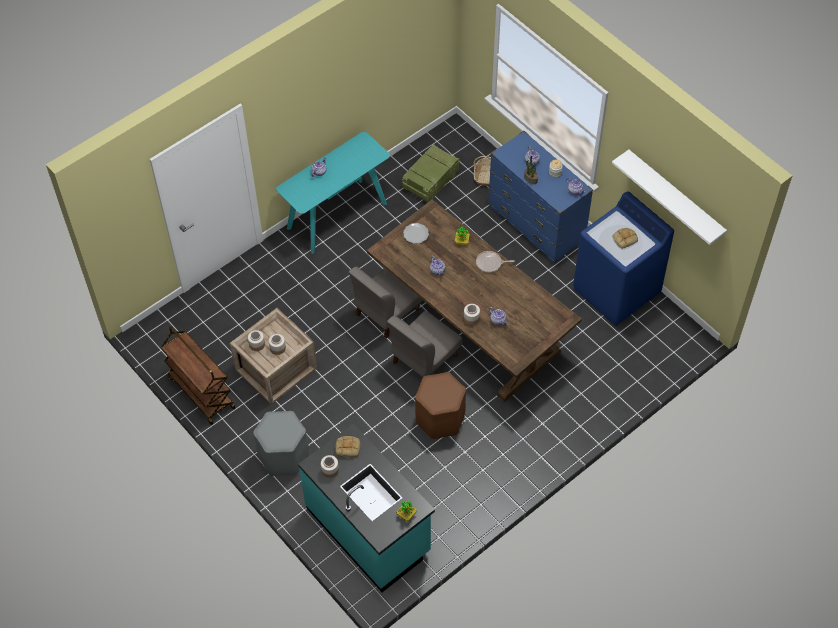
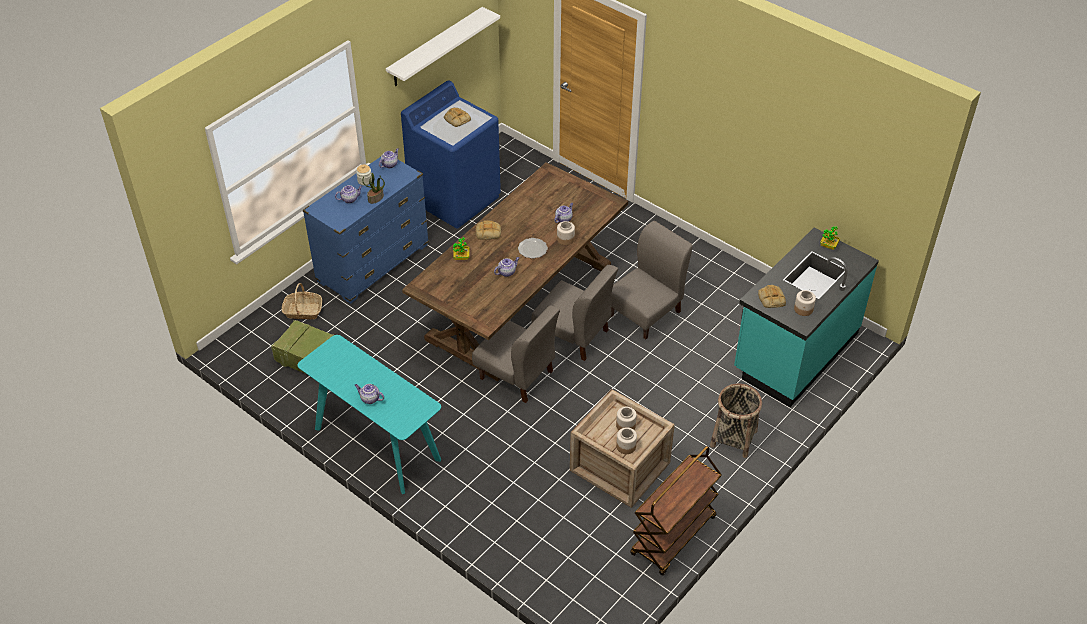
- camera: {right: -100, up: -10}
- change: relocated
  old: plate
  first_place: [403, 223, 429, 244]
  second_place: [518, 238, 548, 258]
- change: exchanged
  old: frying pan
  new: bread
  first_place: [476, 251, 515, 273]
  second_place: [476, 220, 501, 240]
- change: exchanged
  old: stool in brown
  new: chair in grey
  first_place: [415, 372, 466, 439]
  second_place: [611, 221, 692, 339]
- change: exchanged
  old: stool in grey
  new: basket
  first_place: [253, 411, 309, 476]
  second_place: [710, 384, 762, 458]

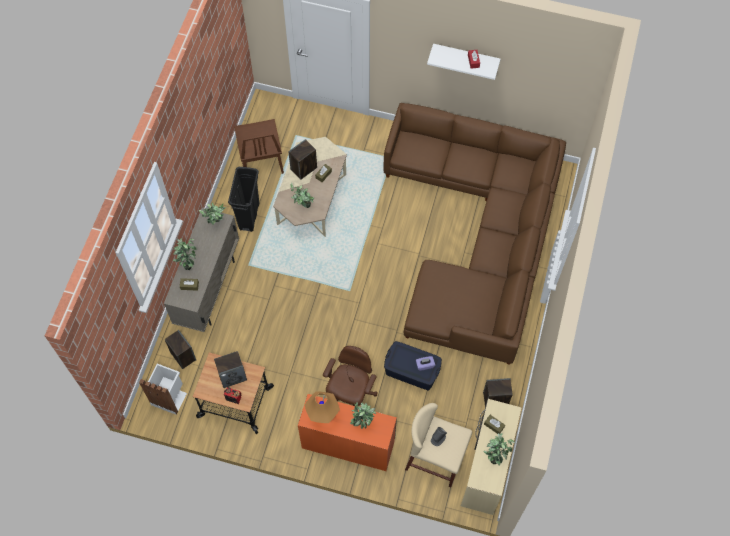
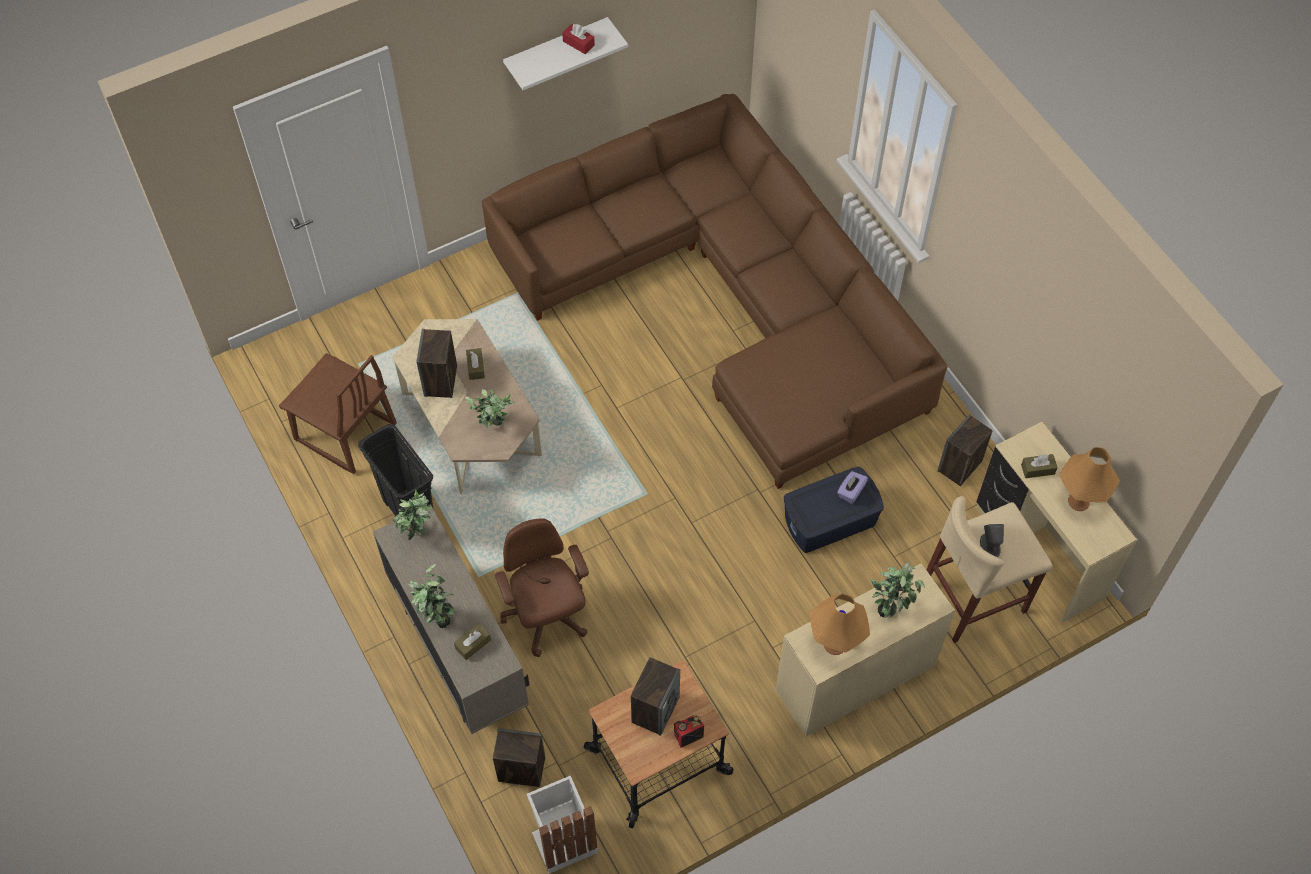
- camera: {right: -45, up: -5}
- change: relocated
  old: office chair in brown
  first_place: [323, 346, 377, 406]
  second_place: [495, 518, 589, 657]
- change: colour
  old: desk in orange
  new: desk in beige
  first_place: [298, 394, 397, 471]
  second_place: [775, 563, 955, 737]
- change: exchanged
  old: potted plant
  new: table lamp in orange
  first_place: [483, 433, 515, 466]
  second_place: [1059, 447, 1120, 511]

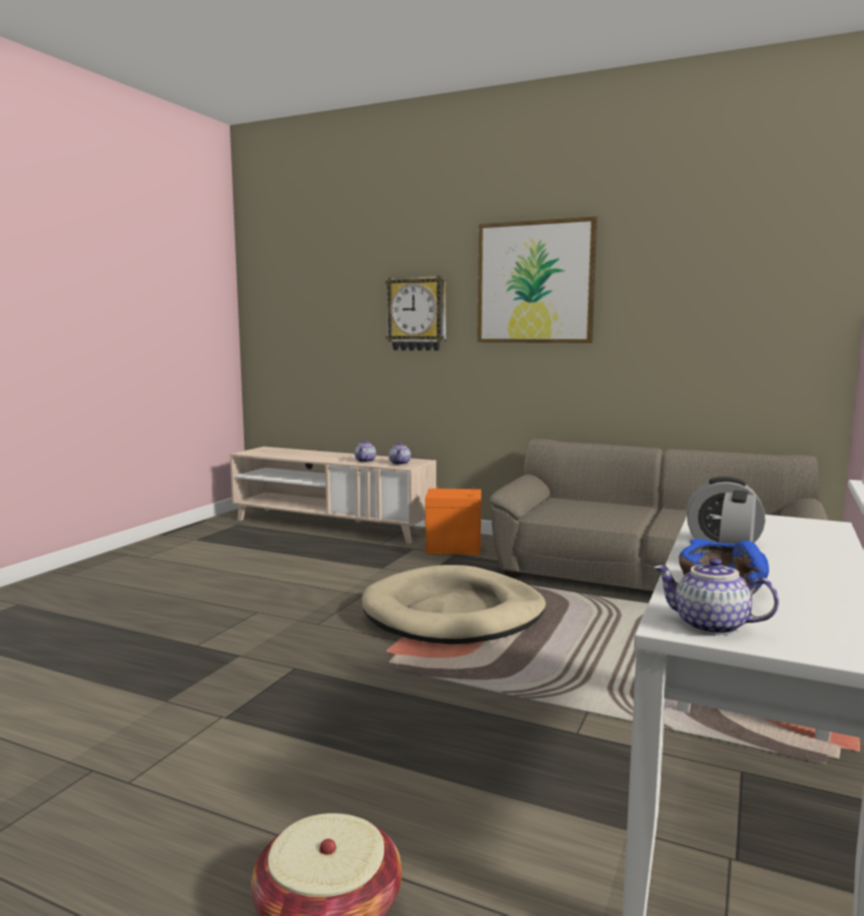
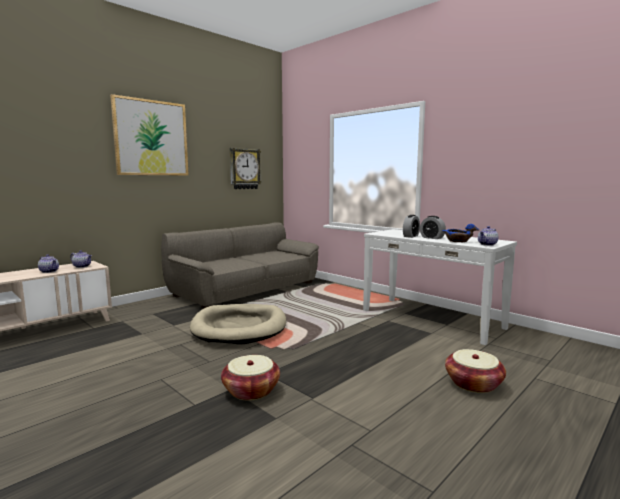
- camera: {right: -70, up: 0}
- change: relocated
  old: wall clock
  first_place: [385, 276, 446, 351]
  second_place: [230, 148, 262, 189]
- change: missing
  old: speaker in orange
  first_place: [425, 486, 481, 555]
- change: appeared
  new: basket
  second_place: [221, 355, 280, 401]

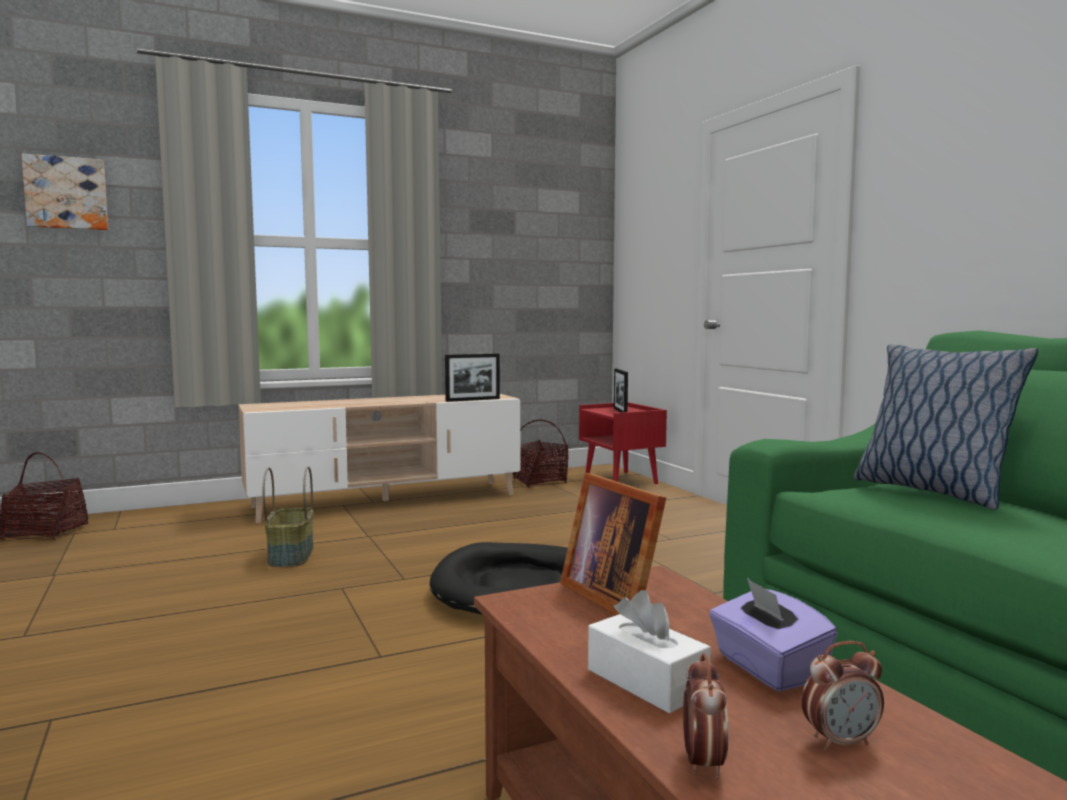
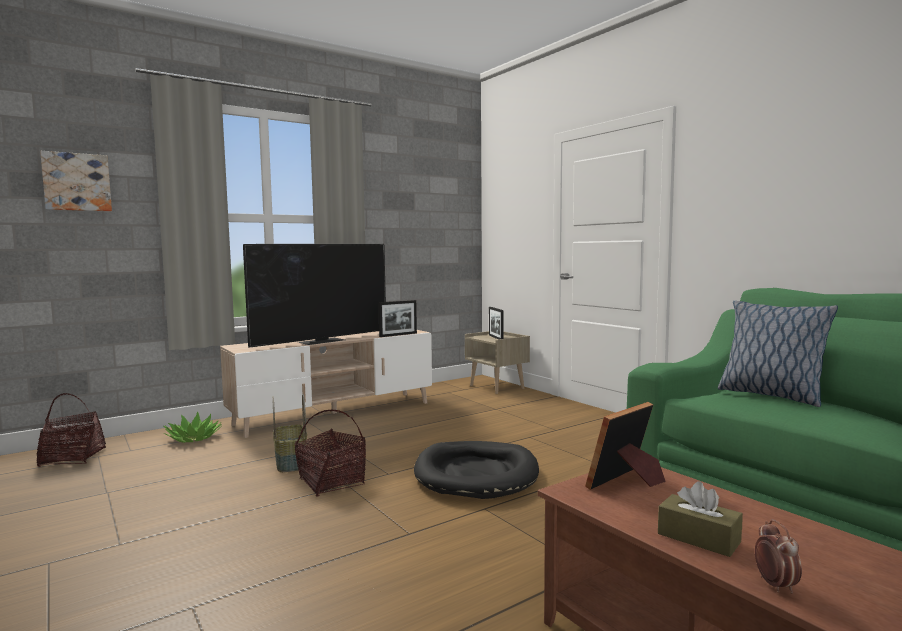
- camera: {right: -10, up: 0}
- change: colour
  old: nightstand in red
  new: nightstand in beige
  first_place: [579, 402, 667, 484]
  second_place: [465, 331, 530, 394]
- change: relocated
  old: basket
  first_place: [512, 420, 569, 488]
  second_place: [295, 410, 366, 497]
- change: spun
  old: picture frame
  first_place: [560, 473, 666, 615]
  second_place: [585, 402, 666, 490]
  degrees: 90
- change: missing
  old: tissue box in purple
  first_place: [709, 578, 838, 692]
- change: colour
  old: tissue box in white
  new: tissue box in brown
  first_place: [588, 590, 711, 713]
  second_place: [658, 482, 743, 557]
- change: missing
  old: alarm clock
  first_place: [801, 641, 884, 751]
- change: appeared
  new: television
  second_place: [243, 244, 386, 348]
- change: appeared
  new: potted plant
  second_place: [164, 411, 222, 443]

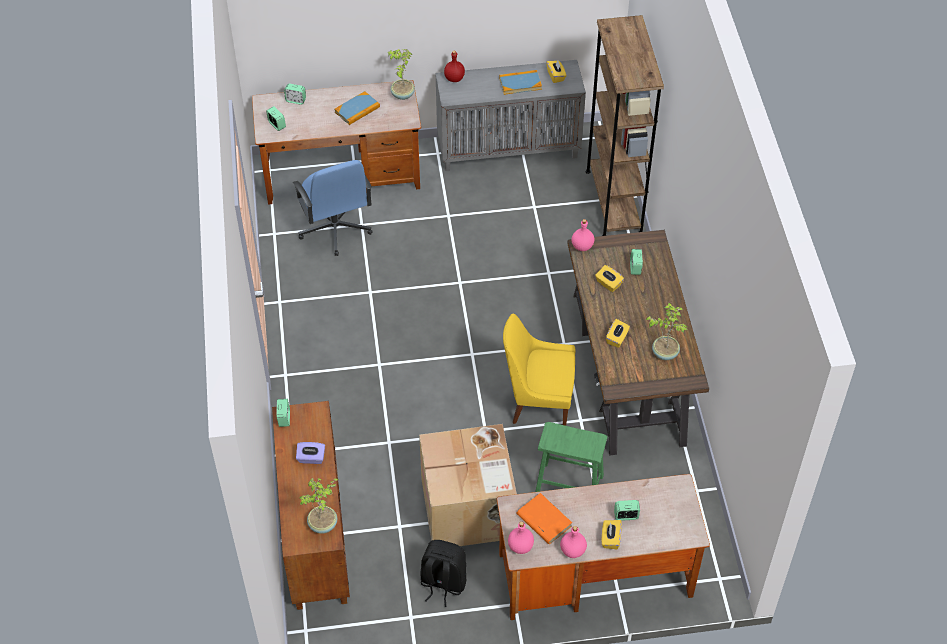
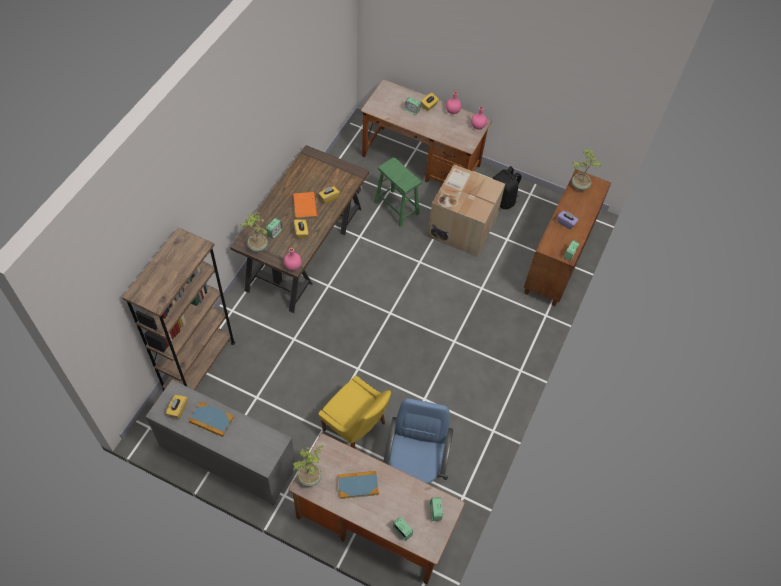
- camera: {right: -150, up: 5}
- change: missing
  old: bottle in red
  first_place: [444, 51, 465, 82]
- change: relocated
  old: potted plant
  first_place: [646, 303, 688, 360]
  second_place: [240, 212, 268, 252]
- change: relocated
  old: chair in yellow
  first_place: [503, 313, 575, 426]
  second_place: [318, 376, 391, 449]
- change: relocated
  old: book in orange
  first_place: [516, 493, 572, 544]
  second_place: [293, 192, 317, 220]

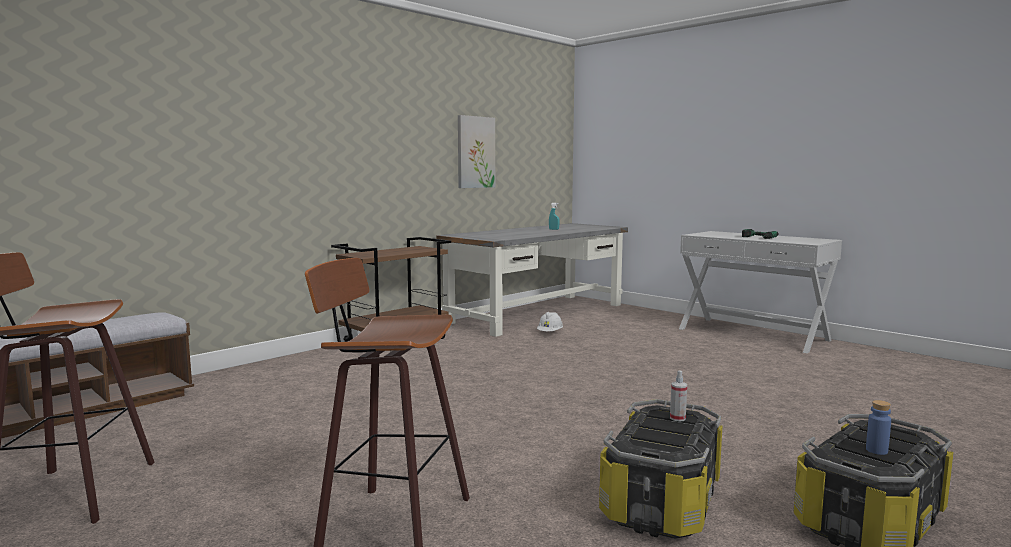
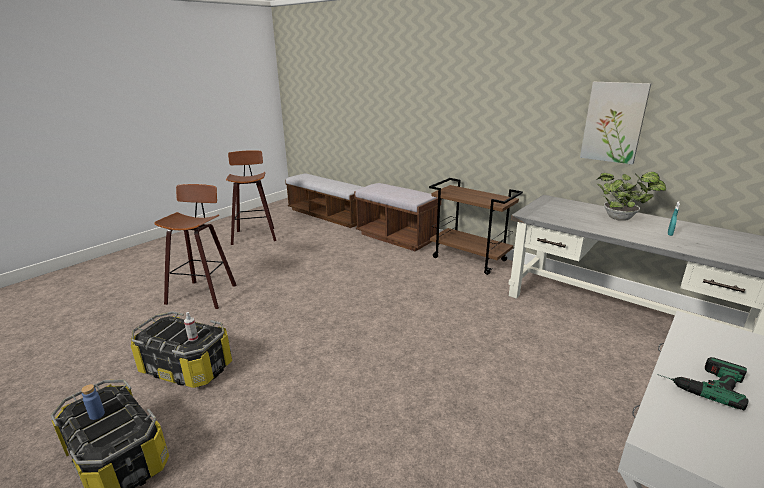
- camera: {right: 85, up: 15}
- change: missing
  old: hard hat in white
  first_place: [537, 312, 563, 331]
- change: appeared
  new: potted plant
  second_place: [597, 172, 666, 221]
- change: appeared
  new: bench in brown
  second_place: [354, 183, 441, 251]

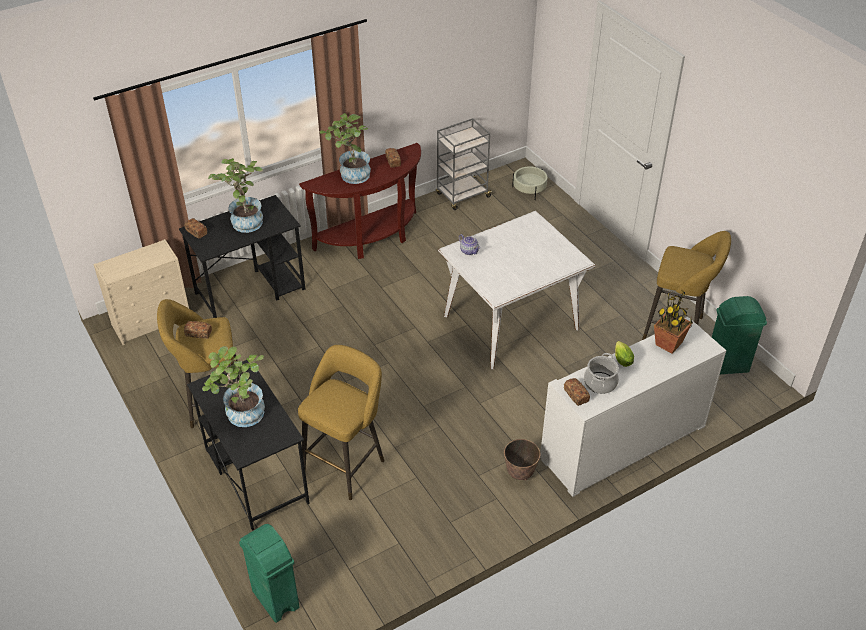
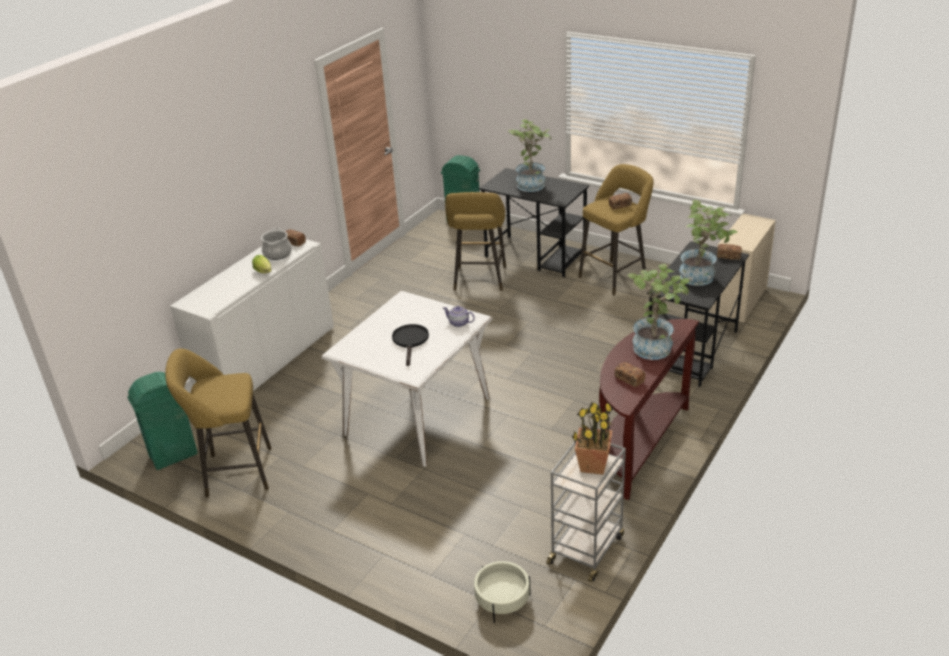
- camera: {right: 155, up: -10}
- change: relocated
  old: potted plant
  first_place: [654, 289, 693, 354]
  second_place: [572, 402, 614, 475]
- change: missing
  old: planter
  first_place: [504, 439, 541, 481]
- change: appeared
  new: frying pan in black
  second_place: [392, 324, 429, 366]

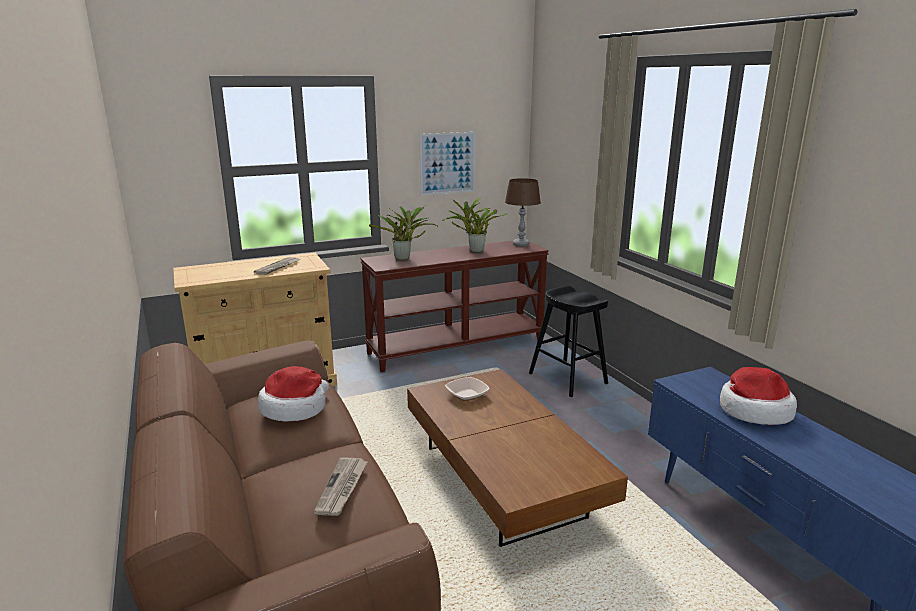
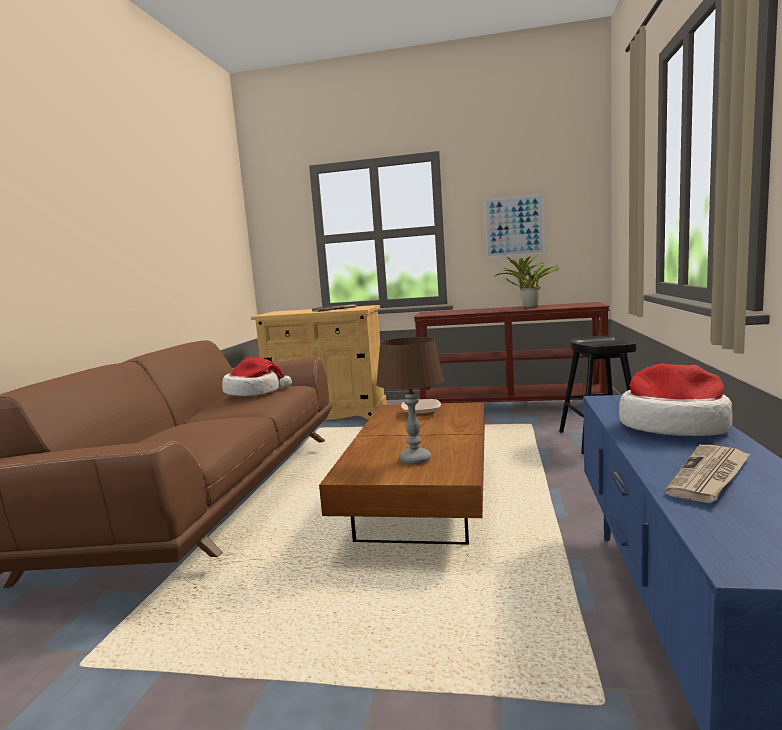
- camera: {right: 35, up: -10}
- change: relocated
  old: table lamp in brown
  first_place: [505, 178, 541, 246]
  second_place: [376, 337, 444, 465]
- change: missing
  old: potted plant
  first_place: [369, 206, 437, 260]
- change: relocated
  old: newspaper
  first_place: [314, 458, 368, 516]
  second_place: [665, 445, 751, 503]

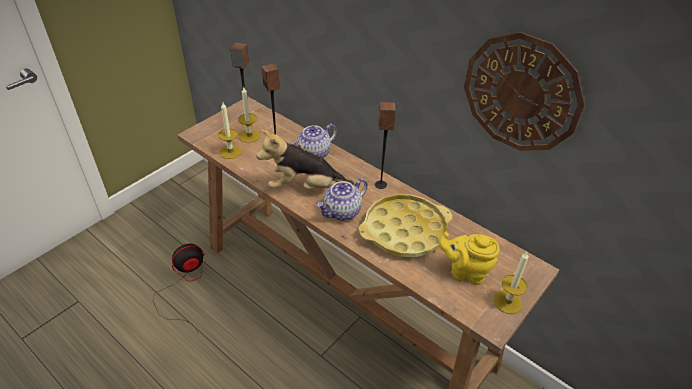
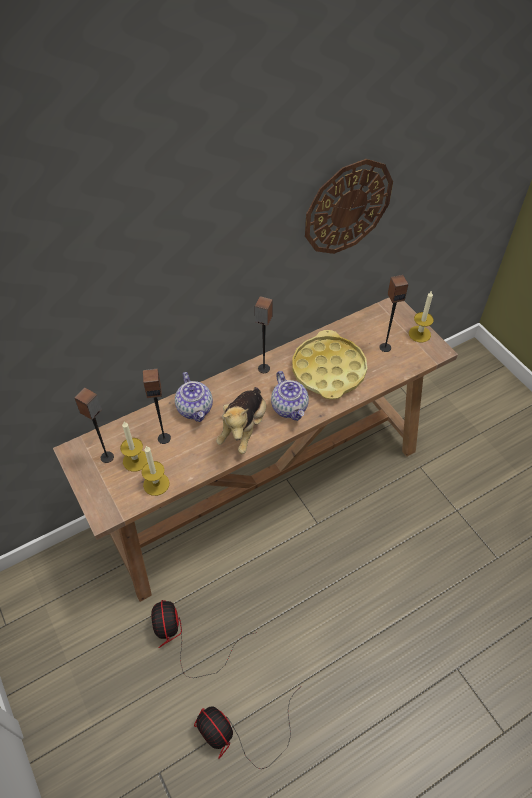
- camera: {right: -70, up: 10}
- change: exchanged
  old: teapot in yellow
  new: speaker
  first_place: [438, 232, 500, 285]
  second_place: [379, 275, 408, 352]
- change: appeared
  new: fan
  second_place: [194, 692, 295, 769]

